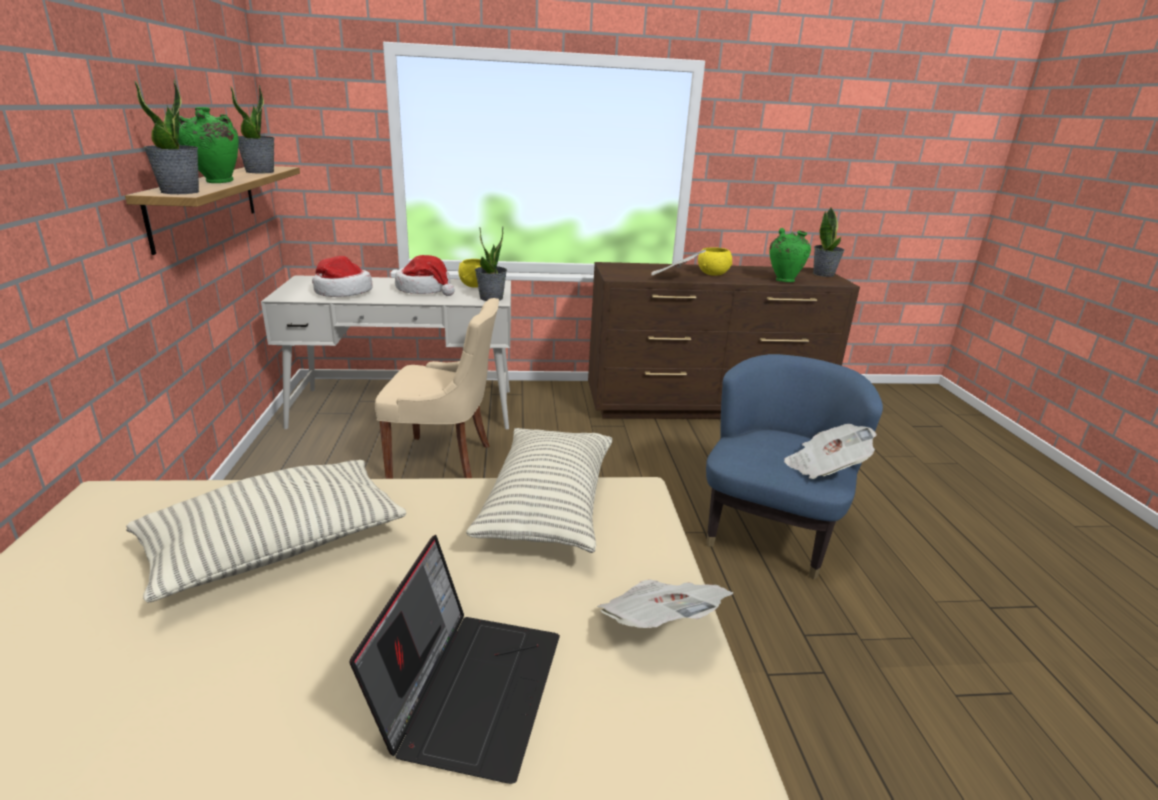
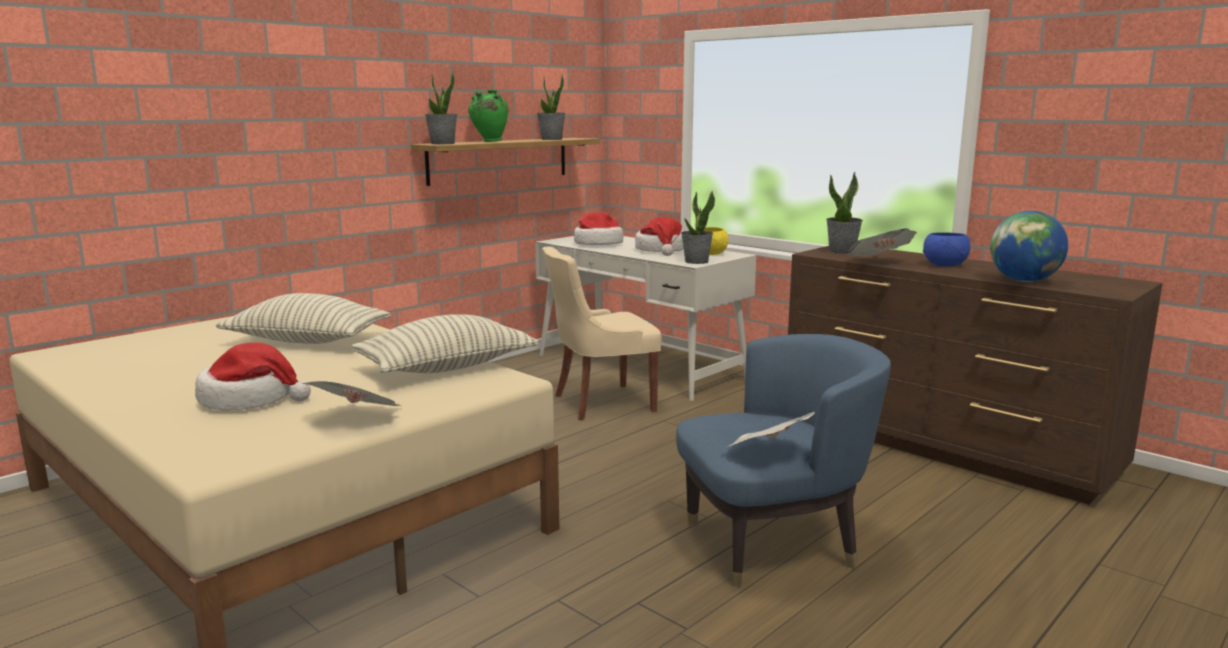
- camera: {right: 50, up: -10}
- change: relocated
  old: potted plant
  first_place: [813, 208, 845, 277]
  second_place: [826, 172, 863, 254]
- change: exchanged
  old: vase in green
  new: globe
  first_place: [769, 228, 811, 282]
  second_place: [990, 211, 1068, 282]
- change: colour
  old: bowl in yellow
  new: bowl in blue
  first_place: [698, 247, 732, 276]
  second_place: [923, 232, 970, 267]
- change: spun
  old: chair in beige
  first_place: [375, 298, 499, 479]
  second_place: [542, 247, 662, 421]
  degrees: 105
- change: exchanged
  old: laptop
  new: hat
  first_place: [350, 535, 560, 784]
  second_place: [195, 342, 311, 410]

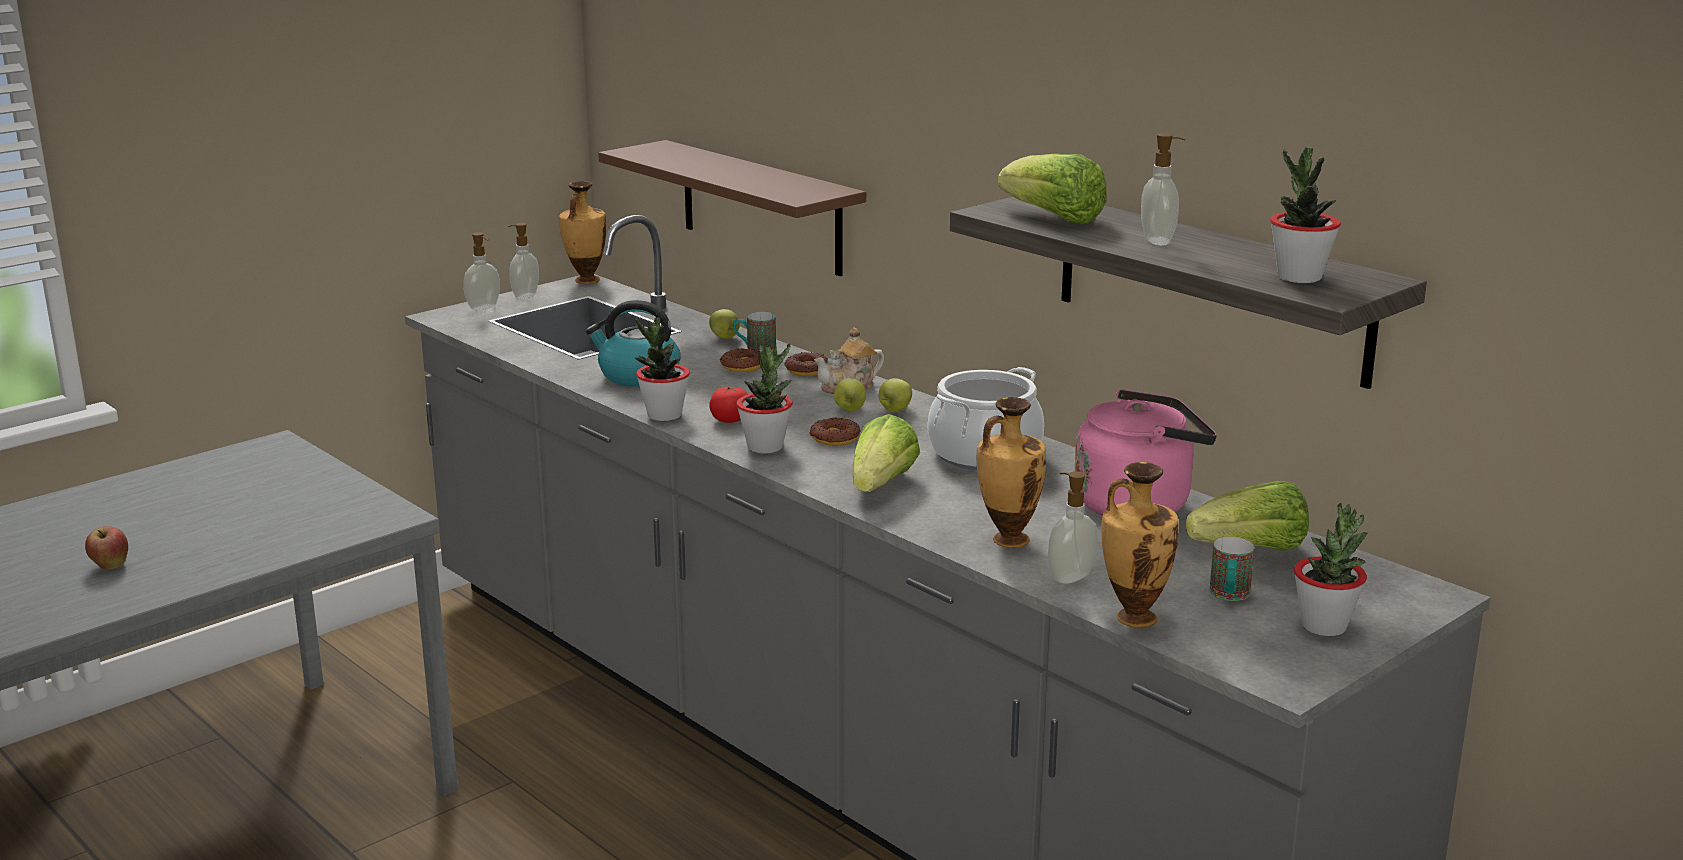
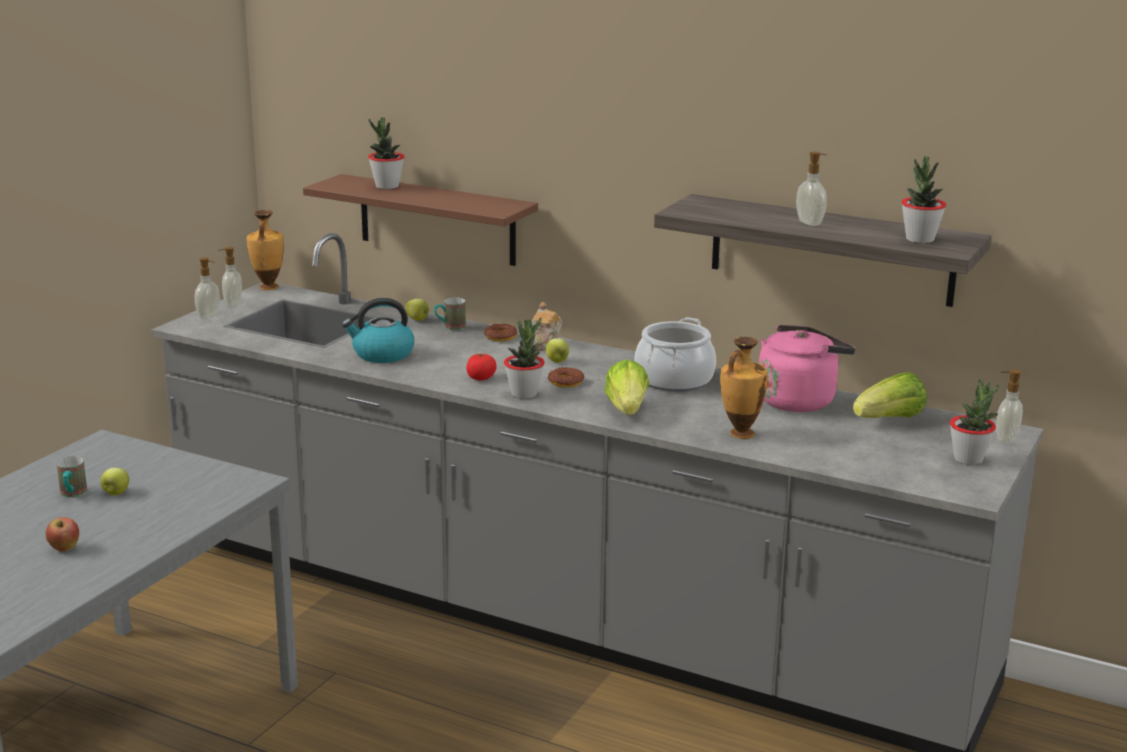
- camera: {right: -20, up: 0}
- change: missing
  old: lettuce
  first_place: [998, 154, 1107, 224]
- change: relocated
  old: potted plant
  first_place: [635, 317, 690, 421]
  second_place: [368, 118, 405, 189]
- change: missing
  old: donut
  first_place: [720, 348, 761, 372]
- change: relocated
  old: apple
  first_place: [879, 378, 912, 412]
  second_place: [101, 468, 129, 495]
- change: missing
  old: vase
  first_place: [1101, 462, 1179, 628]
- change: relocated
  old: soap dispenser
  first_place: [1048, 471, 1098, 584]
  second_place: [996, 370, 1023, 444]
- change: relocated
  old: mug
  first_place: [1210, 537, 1254, 601]
  second_place: [57, 456, 87, 498]

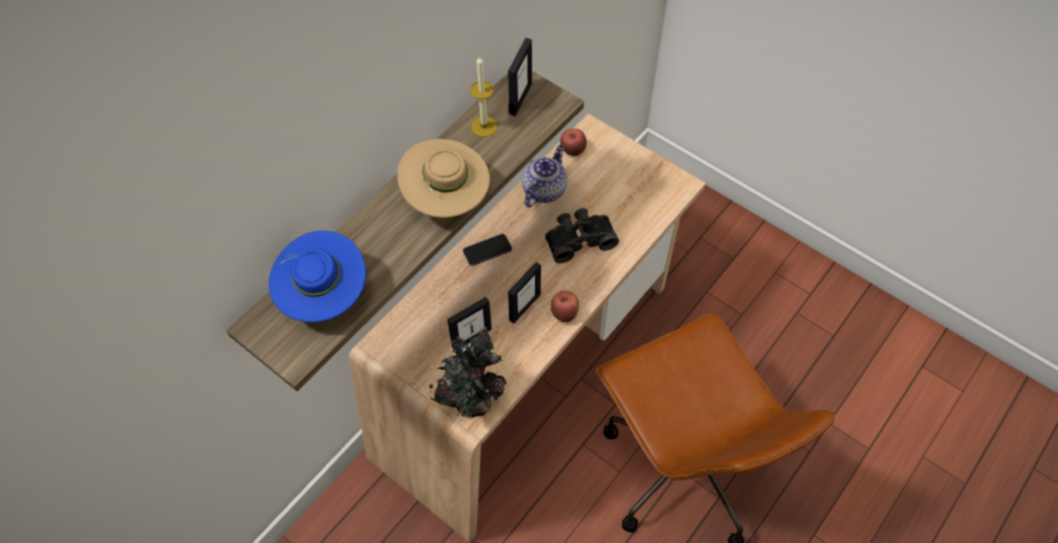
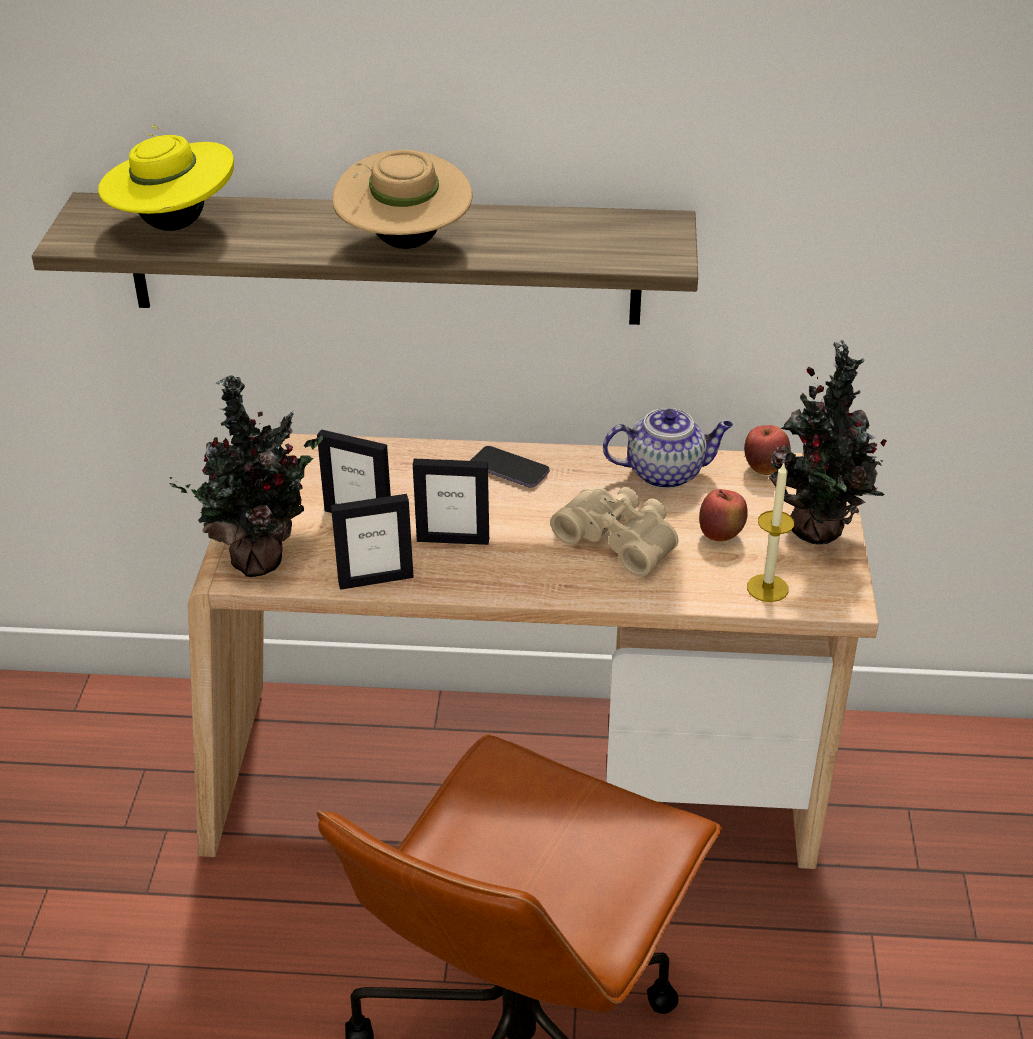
- camera: {right: 55, up: -20}
- change: relocated
  old: picture frame
  first_place: [508, 38, 532, 116]
  second_place: [331, 494, 414, 590]
- change: relocated
  old: candle
  first_place: [470, 56, 497, 137]
  second_place: [747, 463, 795, 602]
- change: colour
  old: binoculars in black
  new: binoculars in beige
  first_place: [545, 208, 619, 263]
  second_place: [550, 487, 678, 577]
- change: colour
  old: hat in blue
  new: hat in yellow
  first_place: [269, 231, 366, 322]
  second_place: [98, 125, 234, 231]
- change: relocated
  old: apple
  first_place: [551, 291, 579, 323]
  second_place: [699, 489, 748, 542]
- change: appeared
  new: potted plant
  second_place: [768, 340, 887, 544]

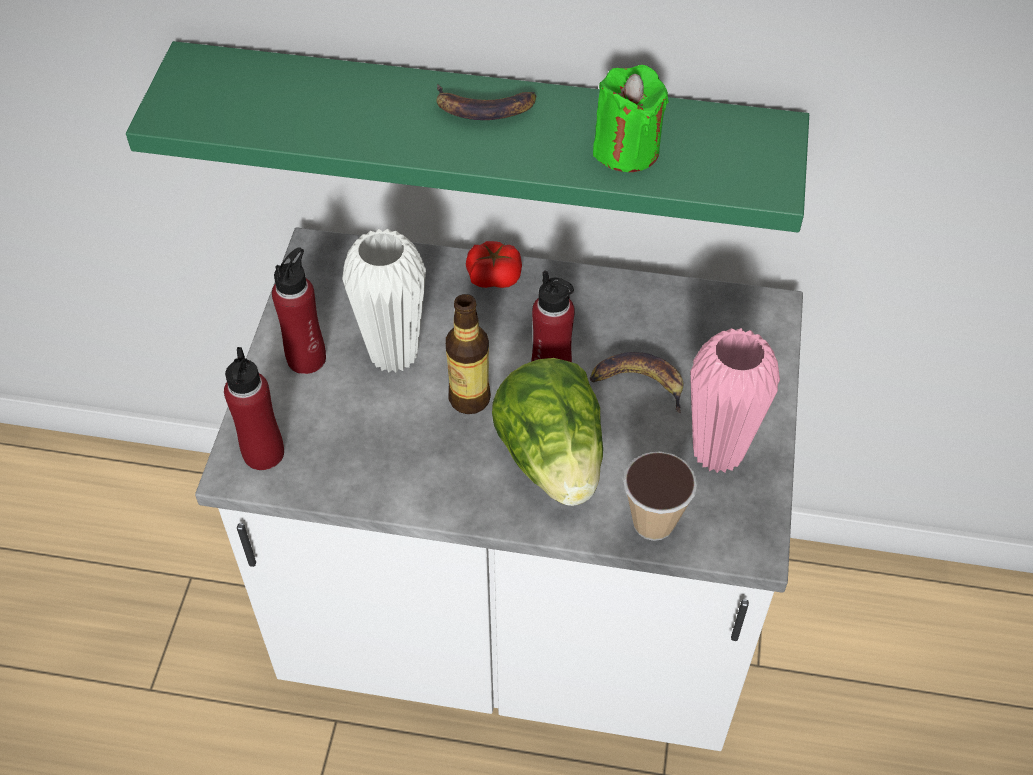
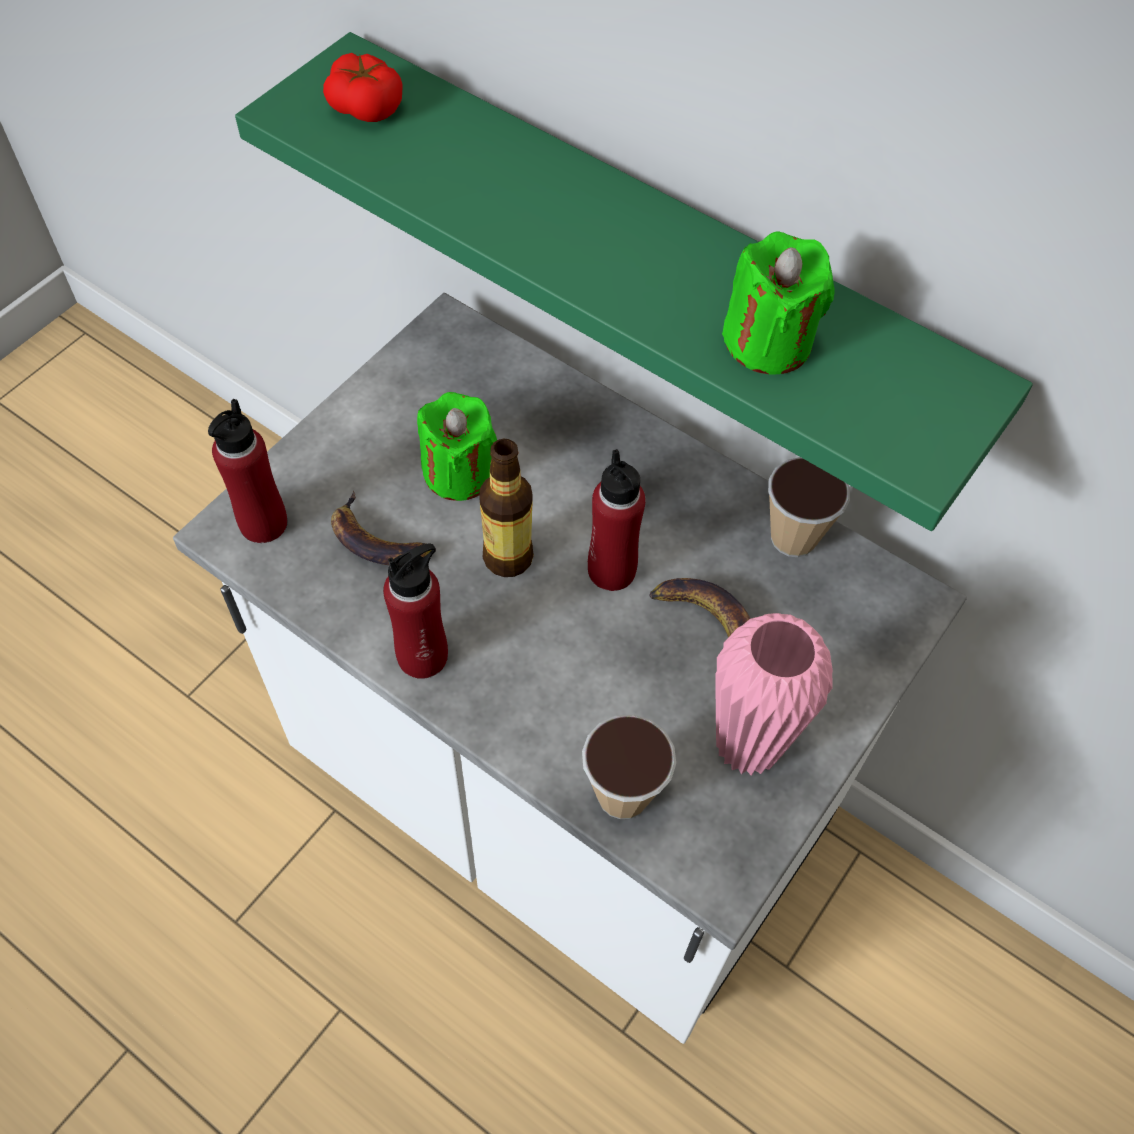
- camera: {right: 25, up: 5}
- change: relocated
  old: banana
  first_place: [436, 84, 536, 120]
  second_place: [331, 491, 436, 565]
- change: exchanged
  old: vase in white
  new: candle in green
  first_place: [342, 229, 426, 373]
  second_place: [417, 392, 497, 501]
- change: relocated
  old: tomato
  first_place: [466, 241, 522, 288]
  second_place: [323, 53, 403, 122]
- change: relocated
  old: bottle in red
  first_place: [272, 247, 326, 374]
  second_place: [383, 544, 448, 679]
- change: missing
  old: lettuce
  first_place: [492, 358, 603, 506]
- change: appeared
  new: cup
  second_place: [768, 457, 850, 557]

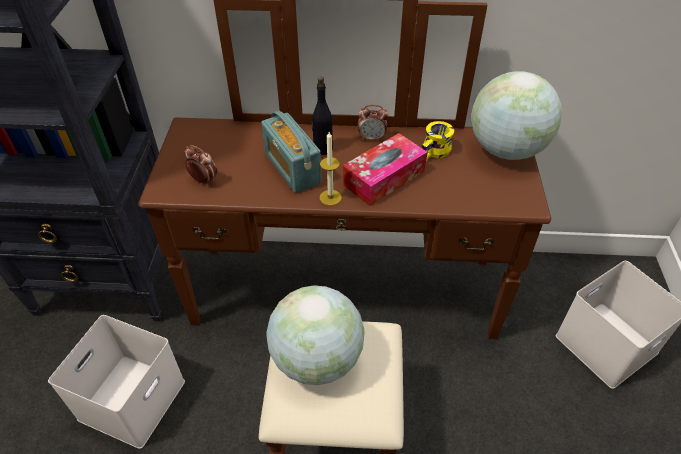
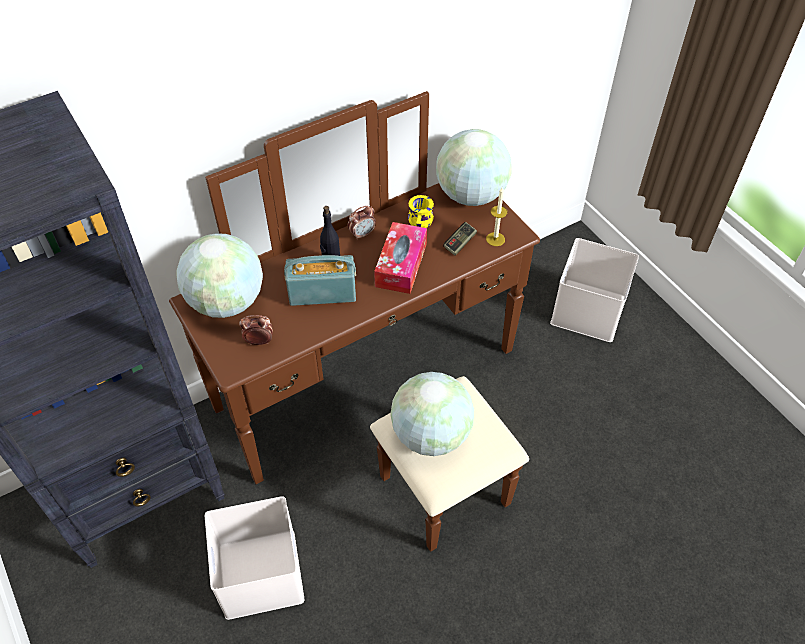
- camera: {right: -35, up: 5}
- change: spun
  old: radio
  first_place: [261, 111, 322, 193]
  second_place: [284, 255, 356, 306]
  degrees: 150
- change: relocated
  old: candle
  first_place: [320, 132, 342, 206]
  second_place: [486, 187, 507, 246]
- change: appeared
  new: game controller
  second_place: [443, 222, 477, 256]
- change: appeared
  new: globe
  second_place: [176, 233, 263, 318]

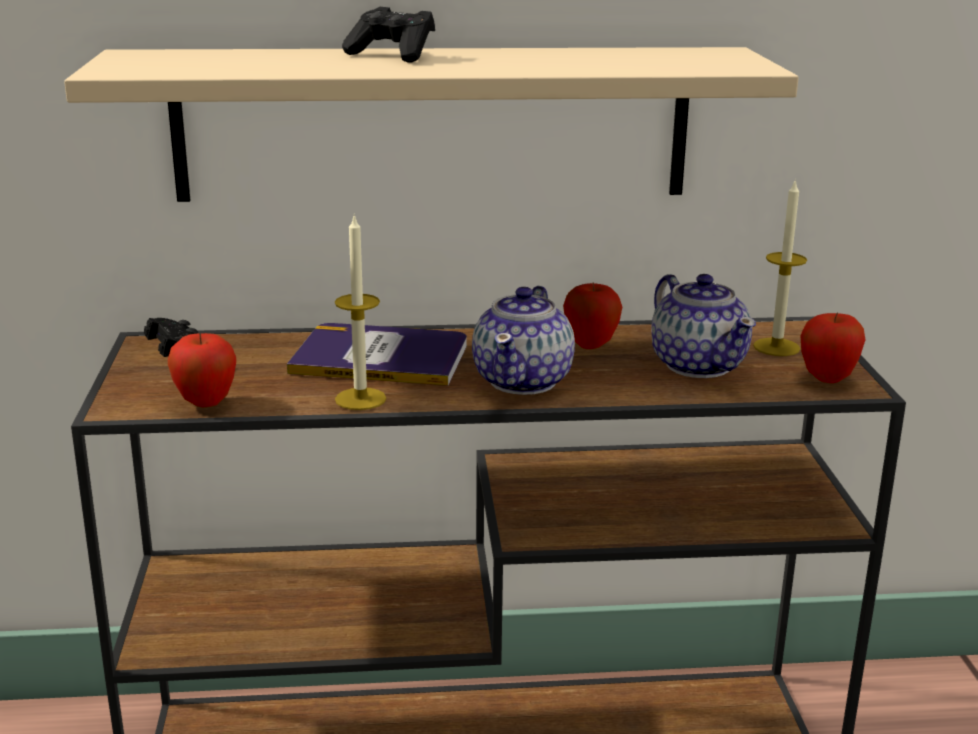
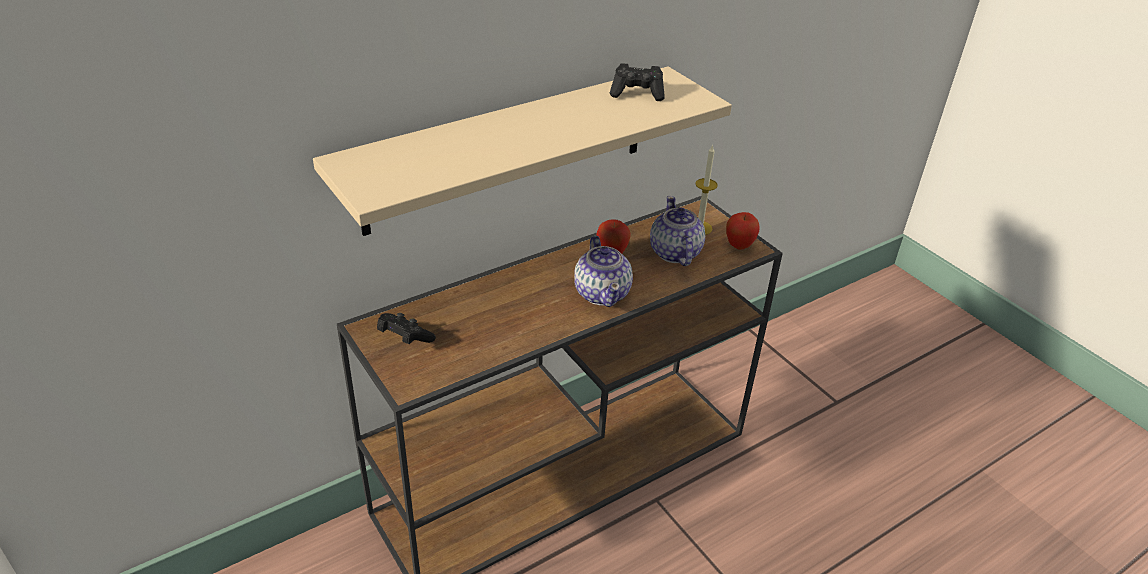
- camera: {right: -30, up: 15}
- change: relocated
  old: game controller in black
  first_place: [342, 7, 435, 63]
  second_place: [610, 63, 665, 101]
- change: missing
  old: candle
  first_place: [335, 215, 386, 410]
- change: spun
  old: teapot
  first_place: [652, 274, 756, 378]
  second_place: [650, 196, 705, 266]
  degrees: -135
- change: missing
  old: book
  first_place: [287, 323, 467, 386]
- change: missing
  old: apple
  first_place: [168, 333, 236, 407]

